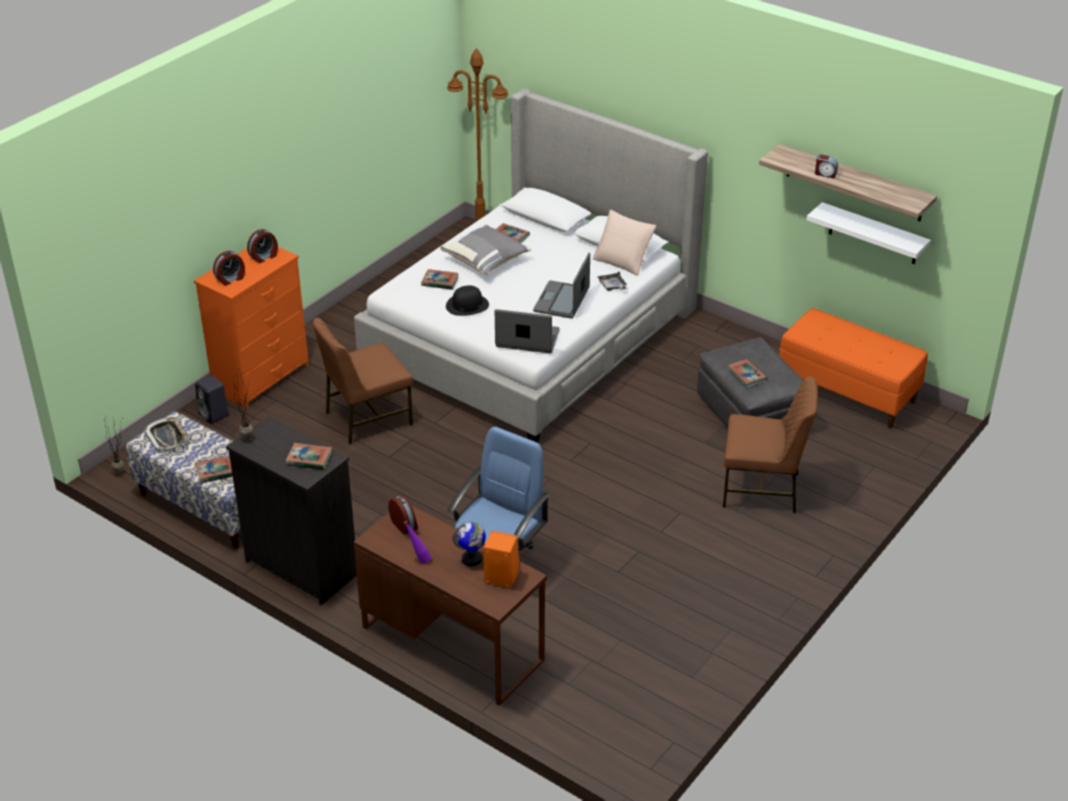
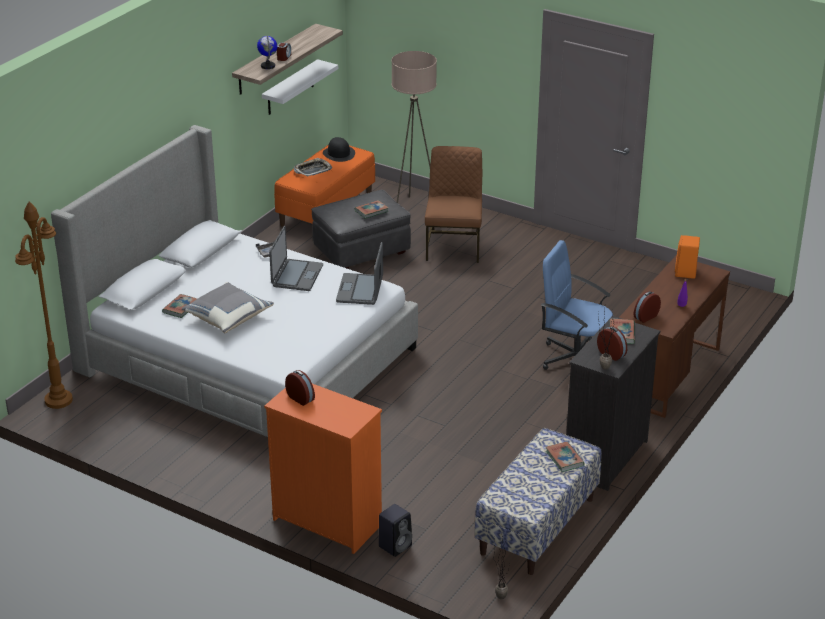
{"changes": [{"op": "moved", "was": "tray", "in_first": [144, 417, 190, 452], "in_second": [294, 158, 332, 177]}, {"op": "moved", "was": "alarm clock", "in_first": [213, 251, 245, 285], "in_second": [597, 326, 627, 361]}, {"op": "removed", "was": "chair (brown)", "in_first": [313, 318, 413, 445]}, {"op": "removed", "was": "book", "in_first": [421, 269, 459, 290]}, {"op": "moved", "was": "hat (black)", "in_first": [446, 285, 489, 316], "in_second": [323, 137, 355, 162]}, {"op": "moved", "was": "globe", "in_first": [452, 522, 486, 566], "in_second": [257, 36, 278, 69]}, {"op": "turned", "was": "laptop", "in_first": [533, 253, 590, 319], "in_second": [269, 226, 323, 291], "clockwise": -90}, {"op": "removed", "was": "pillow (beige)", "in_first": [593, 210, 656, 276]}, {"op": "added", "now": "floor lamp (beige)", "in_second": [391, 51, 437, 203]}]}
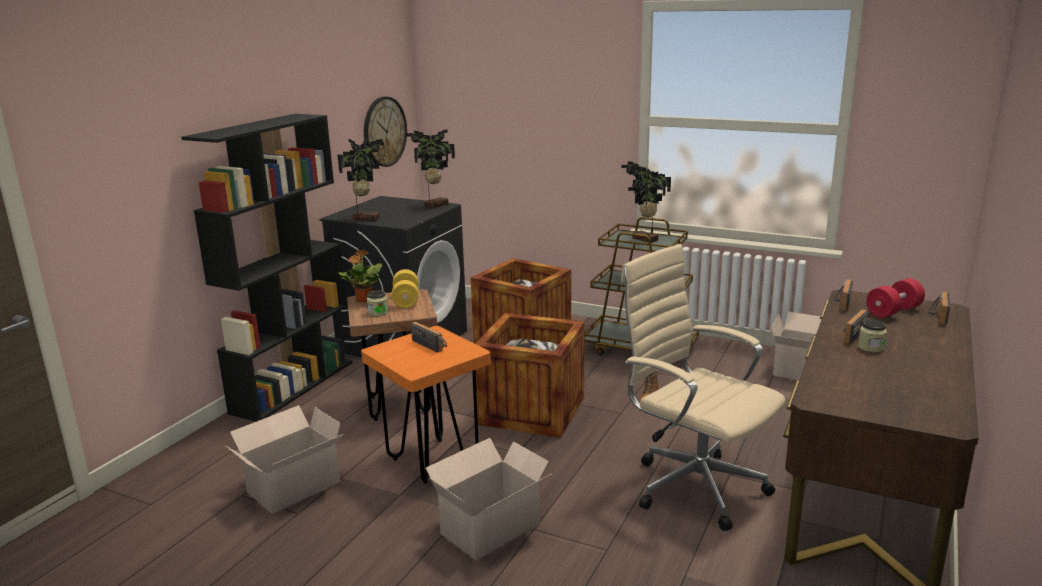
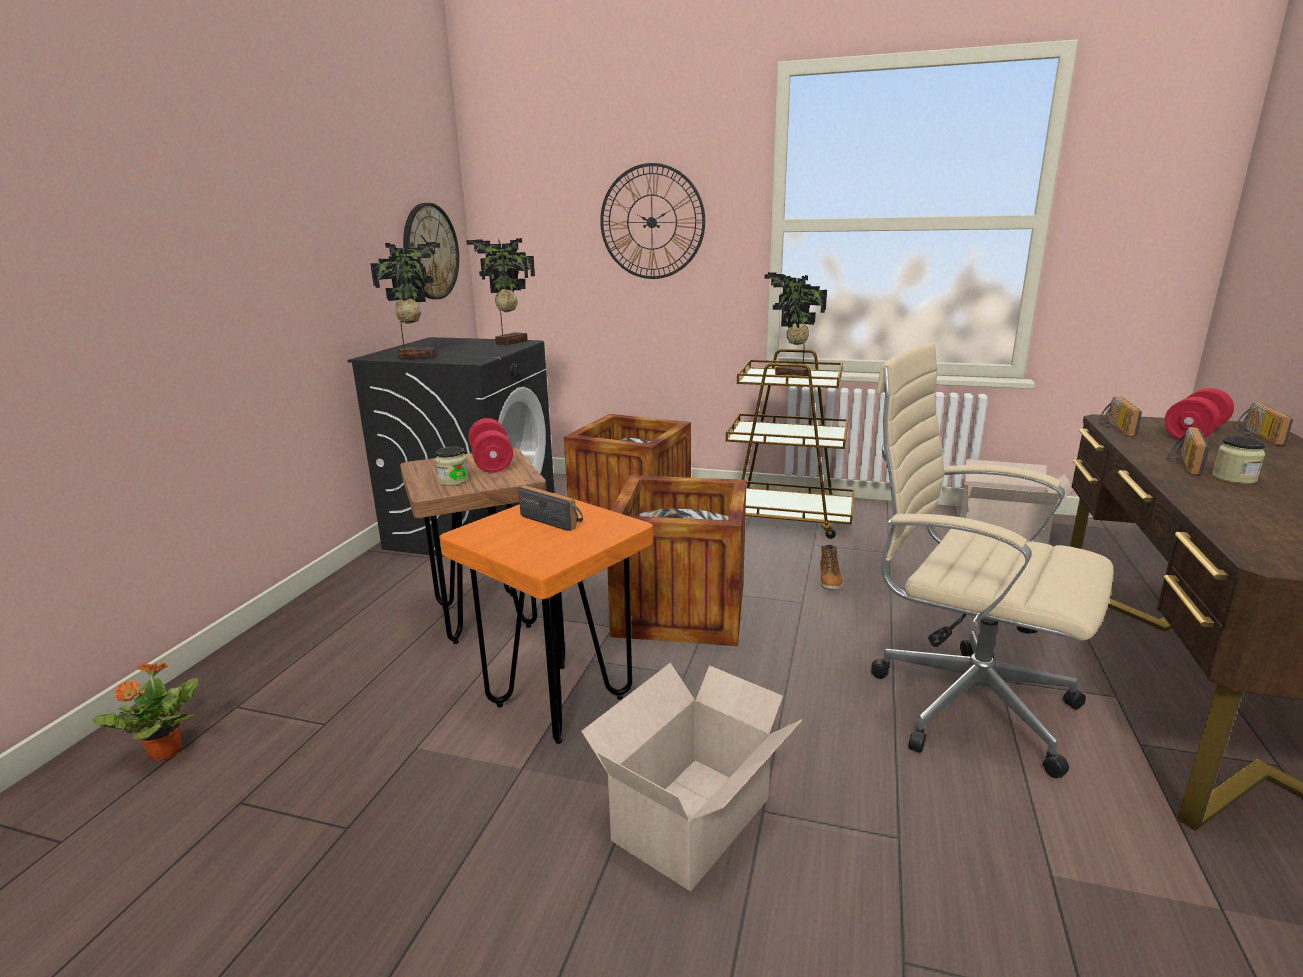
{"changes": [{"op": "removed", "was": "bookcase (black)", "in_first": [182, 114, 353, 422]}, {"op": "removed", "was": "cardboard box", "in_first": [225, 405, 343, 514]}, {"op": "moved", "was": "potted plant", "in_first": [338, 249, 382, 303], "in_second": [92, 662, 198, 761]}, {"op": "recoloured", "was": "dumbbell (yellow)", "now": "dumbbell (red)", "in_first": [392, 269, 418, 308], "in_second": [468, 418, 513, 473]}, {"op": "added", "now": "wall clock", "in_second": [600, 163, 705, 279]}]}
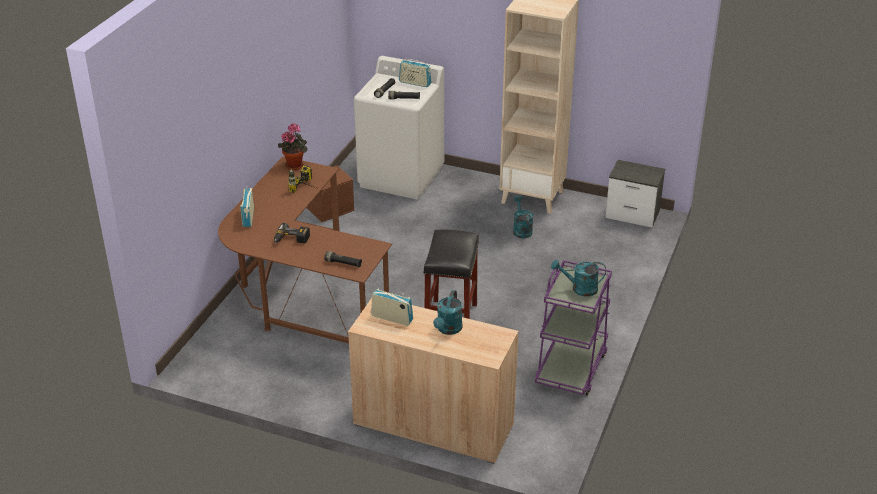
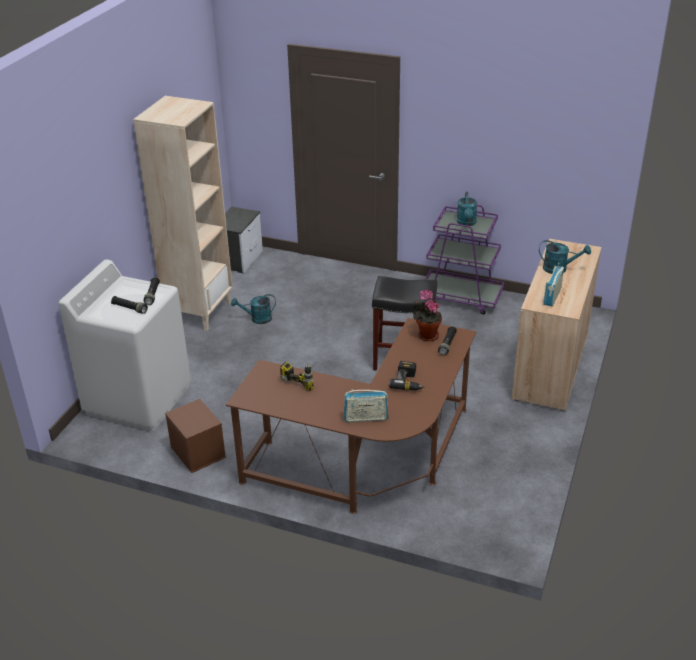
{"changes": [{"op": "moved", "was": "potted plant", "in_first": [278, 123, 308, 170], "in_second": [412, 290, 442, 341]}, {"op": "removed", "was": "radio", "in_first": [399, 57, 431, 87]}]}
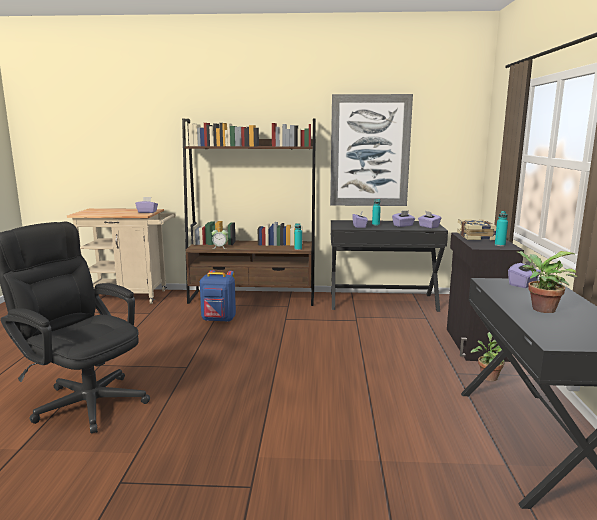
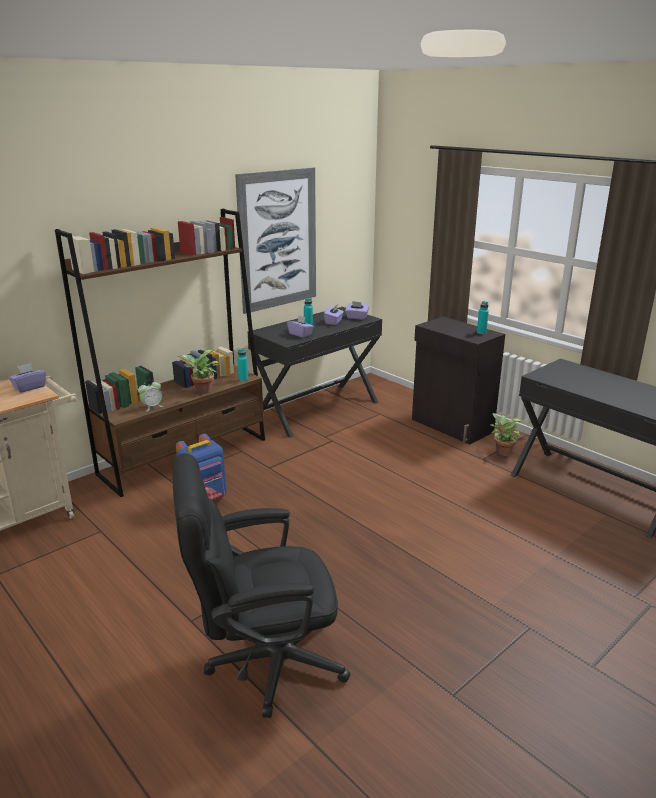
{"changes": [{"op": "removed", "was": "book", "in_first": [457, 219, 496, 240]}, {"op": "removed", "was": "tissue box (purple)", "in_first": [508, 261, 541, 288]}, {"op": "moved", "was": "potted plant", "in_first": [517, 251, 578, 313], "in_second": [178, 350, 220, 394]}]}
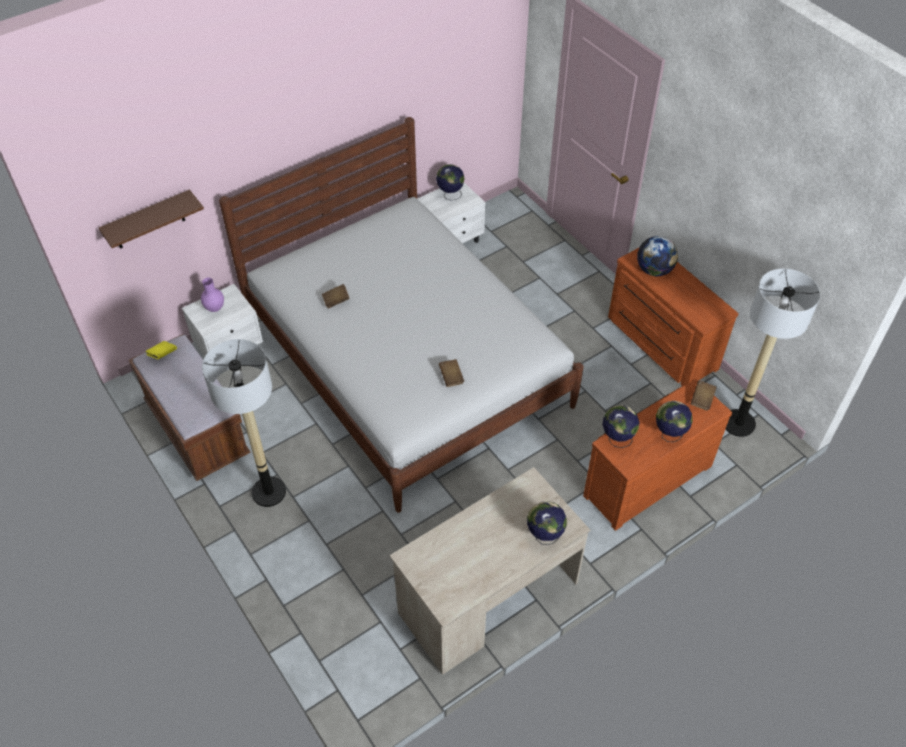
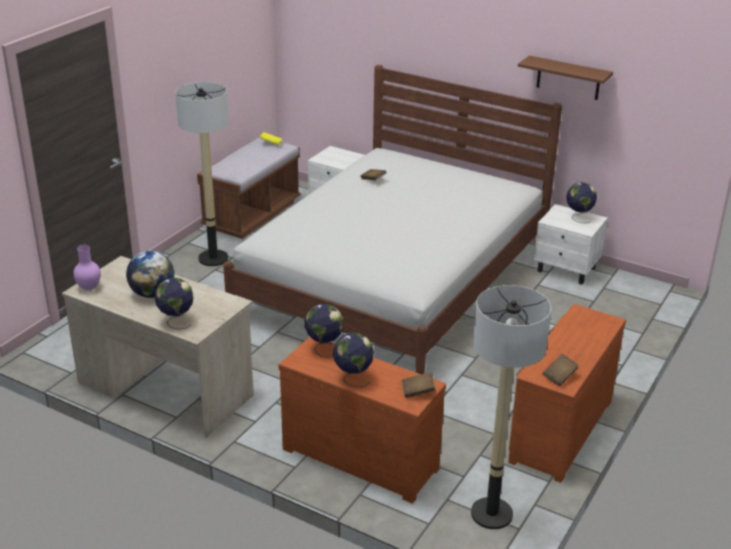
{"changes": [{"op": "moved", "was": "shelf (brown)", "in_first": [99, 190, 204, 249], "in_second": [518, 56, 613, 100]}, {"op": "moved", "was": "vase (purple)", "in_first": [201, 278, 224, 312], "in_second": [73, 245, 101, 290]}, {"op": "moved", "was": "book (brown)", "in_first": [439, 359, 464, 387], "in_second": [543, 354, 579, 386]}, {"op": "moved", "was": "globe", "in_first": [637, 236, 678, 276], "in_second": [126, 251, 174, 298]}]}
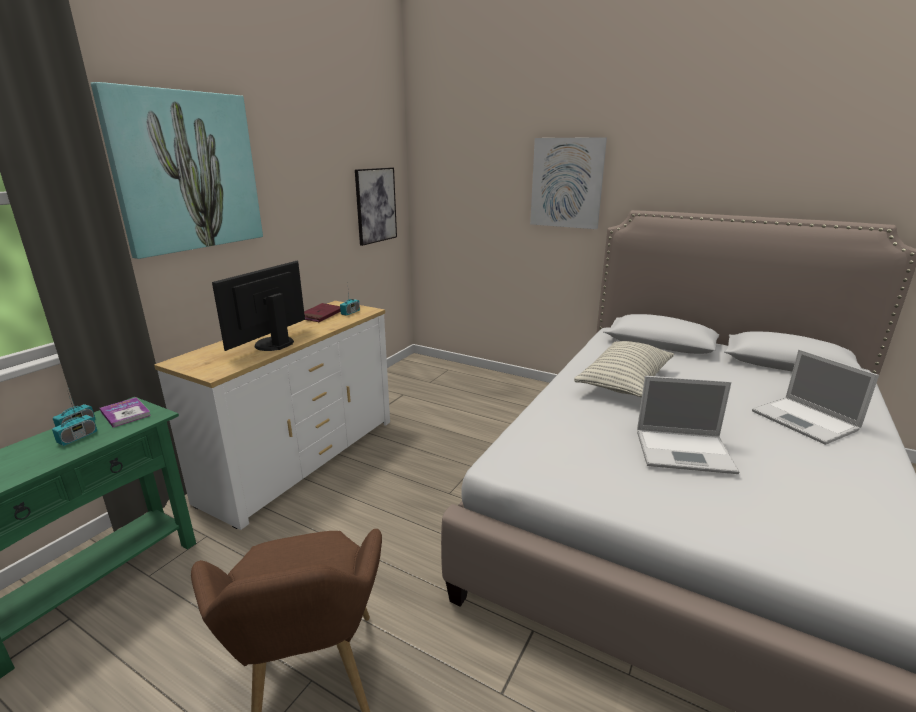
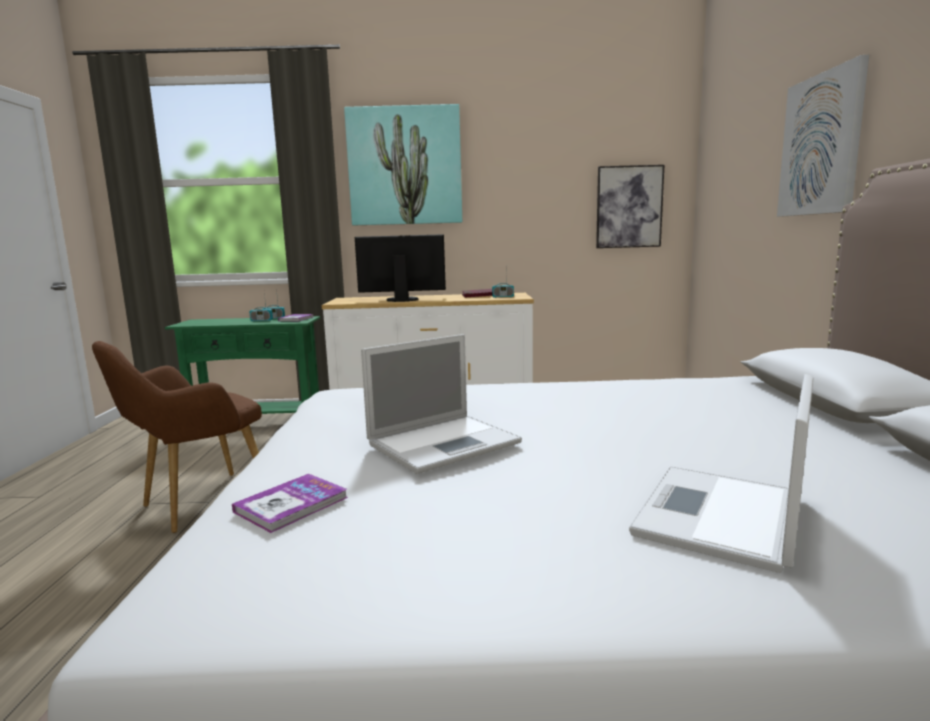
{"changes": [{"op": "removed", "was": "pillow", "in_first": [574, 341, 674, 397]}, {"op": "turned", "was": "laptop", "in_first": [637, 376, 739, 474], "in_second": [361, 334, 522, 474], "clockwise": -105}, {"op": "added", "now": "book", "in_second": [232, 474, 348, 533]}]}
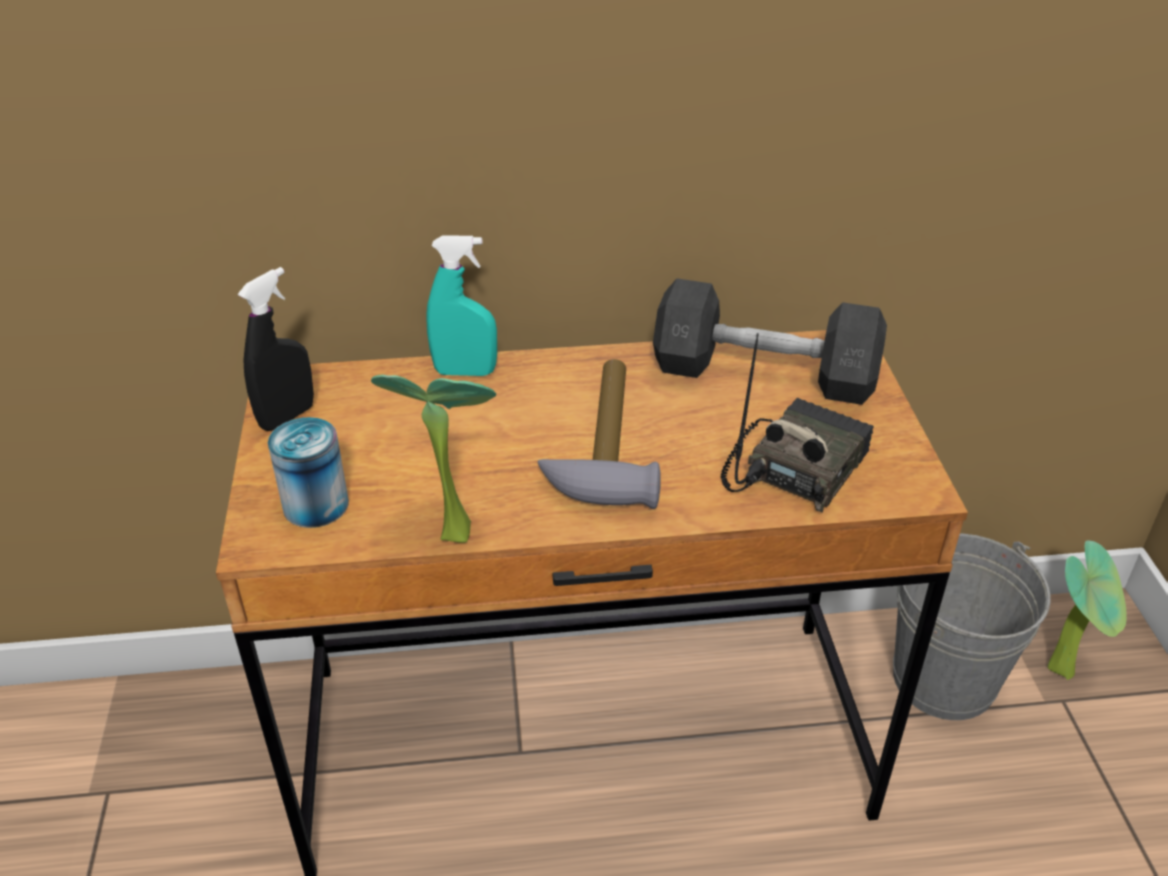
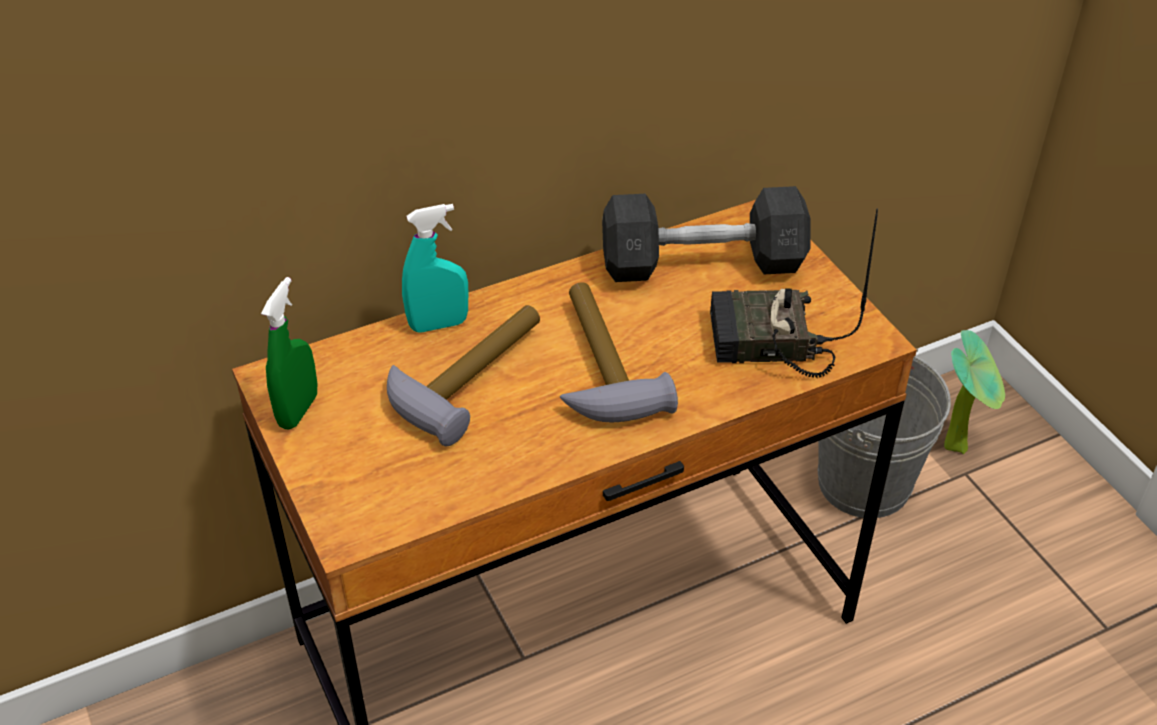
{"changes": [{"op": "recoloured", "was": "spray bottle (black)", "now": "spray bottle (green)", "in_first": [238, 267, 314, 431], "in_second": [261, 277, 317, 429]}, {"op": "removed", "was": "can", "in_first": [268, 417, 349, 528]}, {"op": "removed", "was": "potted plant", "in_first": [371, 375, 496, 543]}, {"op": "turned", "was": "radio", "in_first": [721, 333, 874, 512], "in_second": [710, 209, 878, 378], "clockwise": -105}, {"op": "added", "now": "hammer", "in_second": [387, 305, 540, 447]}]}
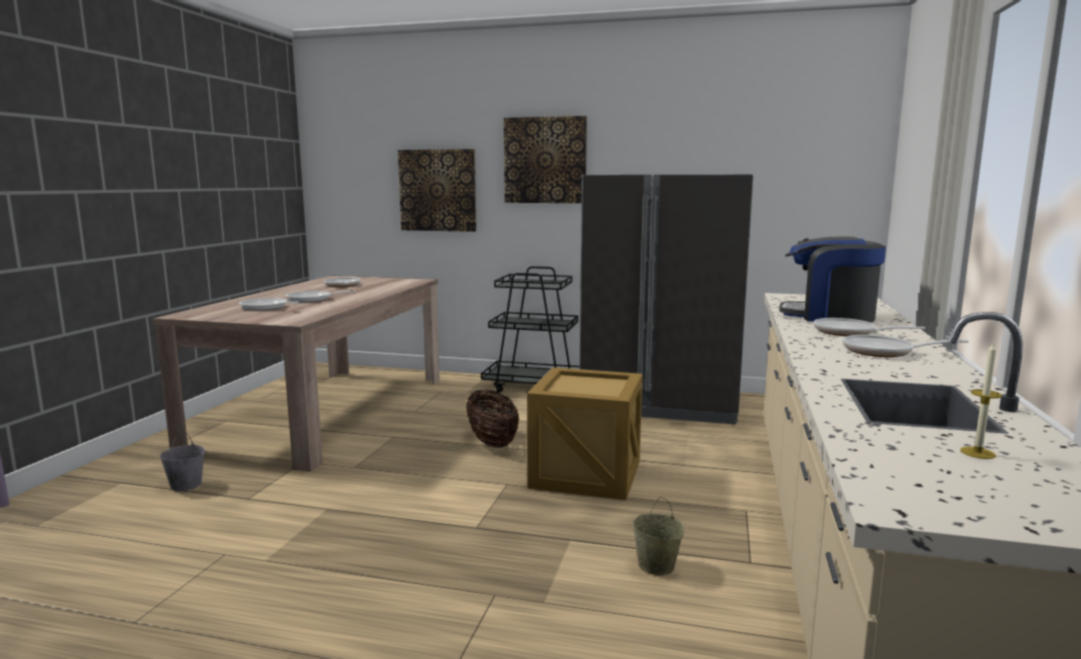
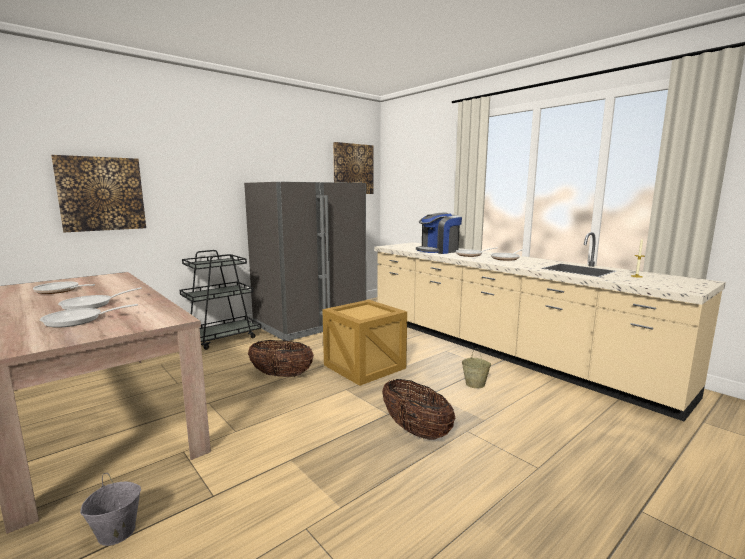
{"changes": [{"op": "moved", "was": "picture", "in_first": [504, 116, 587, 203], "in_second": [333, 142, 374, 194]}, {"op": "added", "now": "basket", "in_second": [382, 379, 455, 440]}]}
